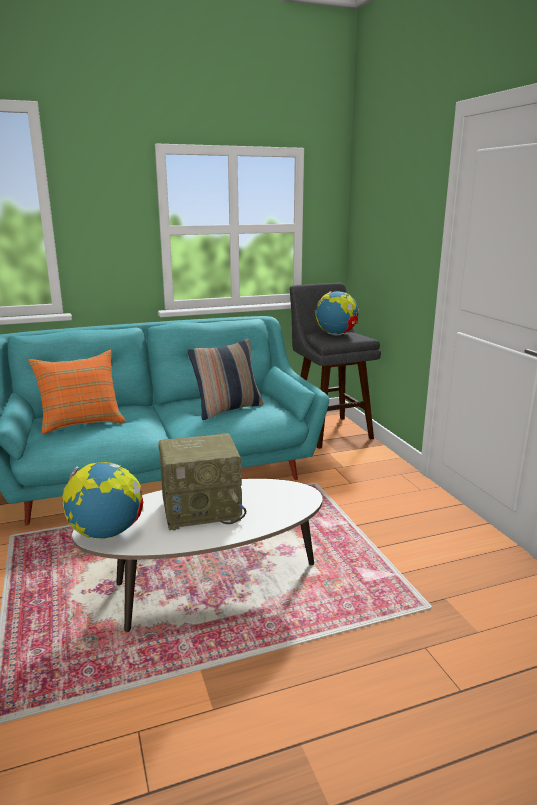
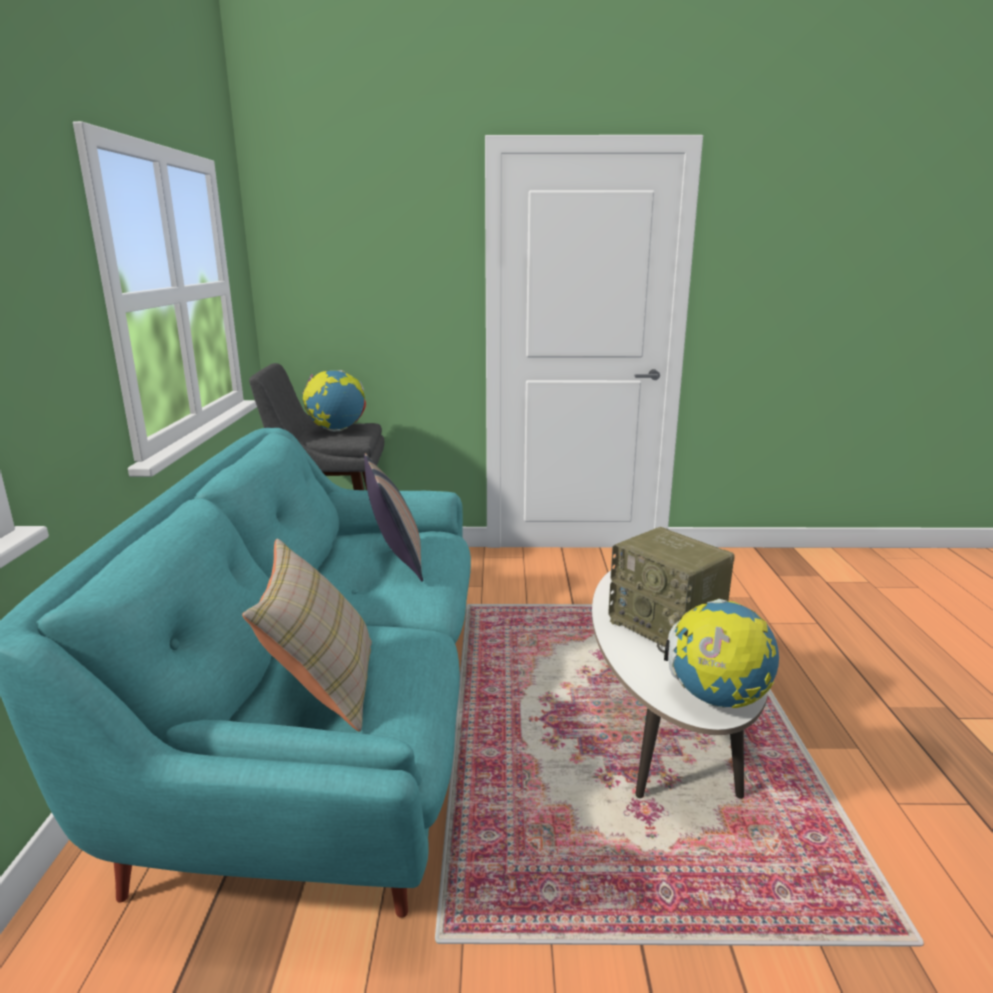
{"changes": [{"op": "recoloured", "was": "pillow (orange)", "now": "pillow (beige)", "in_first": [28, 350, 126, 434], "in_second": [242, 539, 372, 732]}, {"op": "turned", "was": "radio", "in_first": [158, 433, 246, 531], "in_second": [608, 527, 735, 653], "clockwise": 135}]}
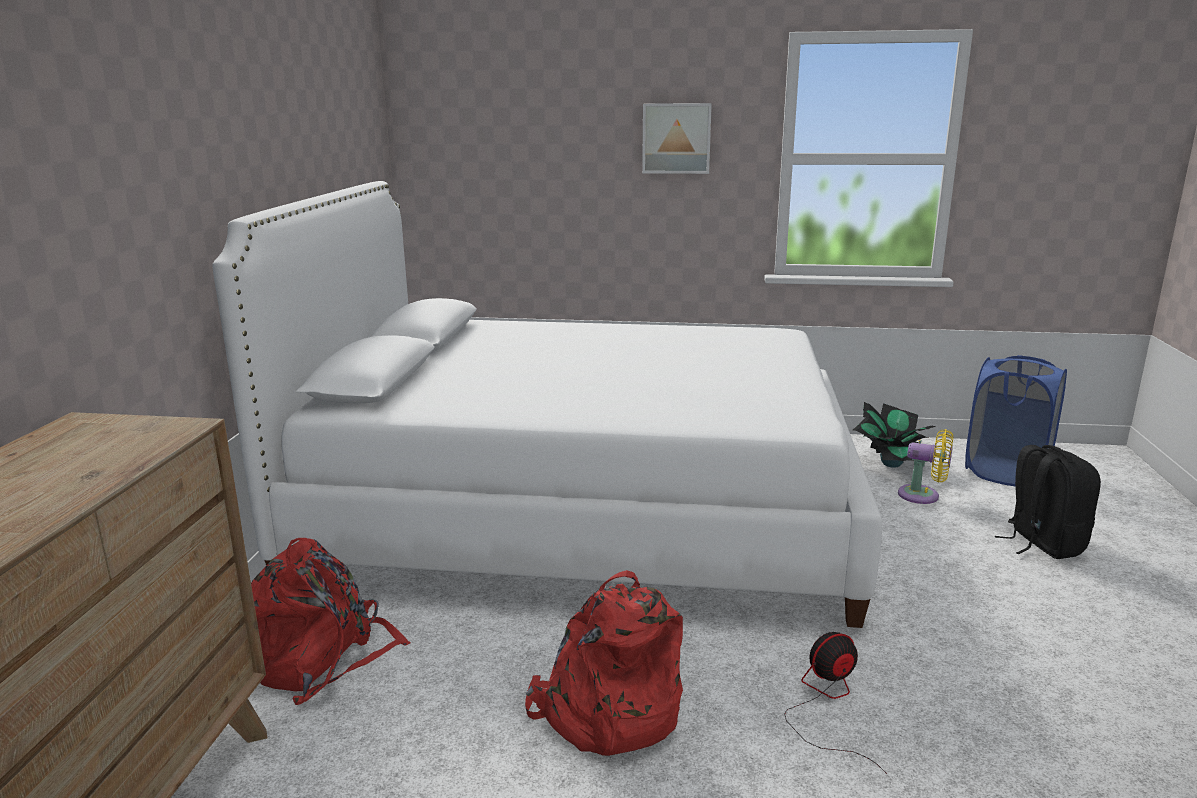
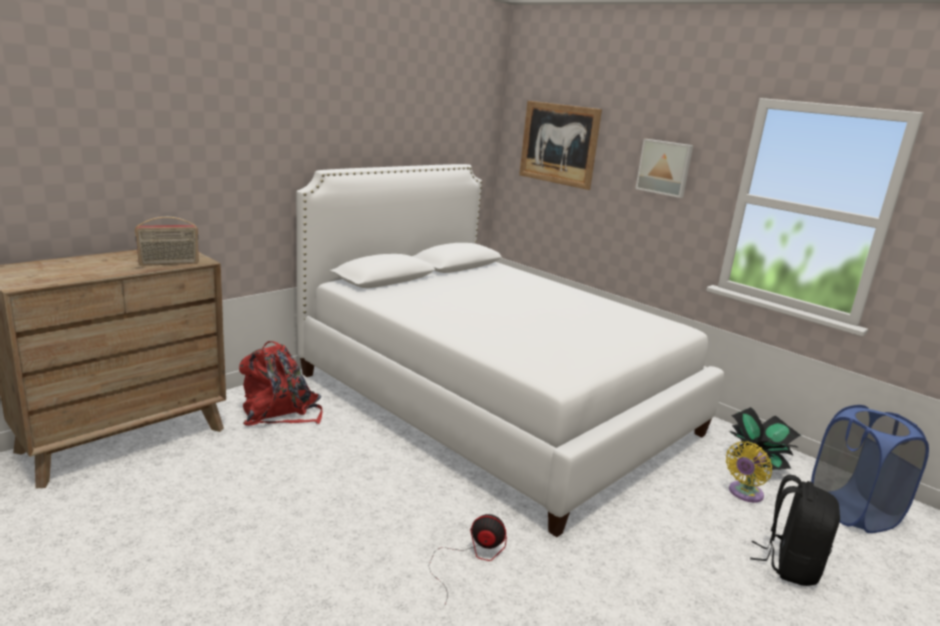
{"changes": [{"op": "removed", "was": "backpack (red)", "in_first": [525, 570, 683, 756]}, {"op": "turned", "was": "fan (yellow)", "in_first": [898, 429, 953, 504], "in_second": [726, 441, 772, 503], "clockwise": 75}, {"op": "added", "now": "radio", "in_second": [135, 217, 199, 266]}, {"op": "added", "now": "picture", "in_second": [519, 101, 602, 190]}]}
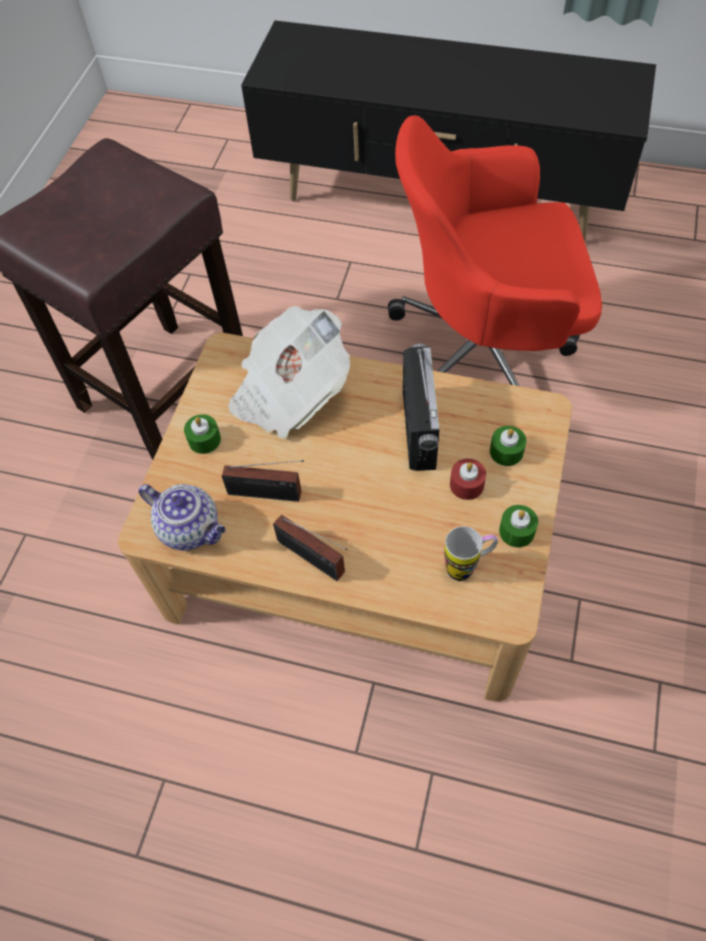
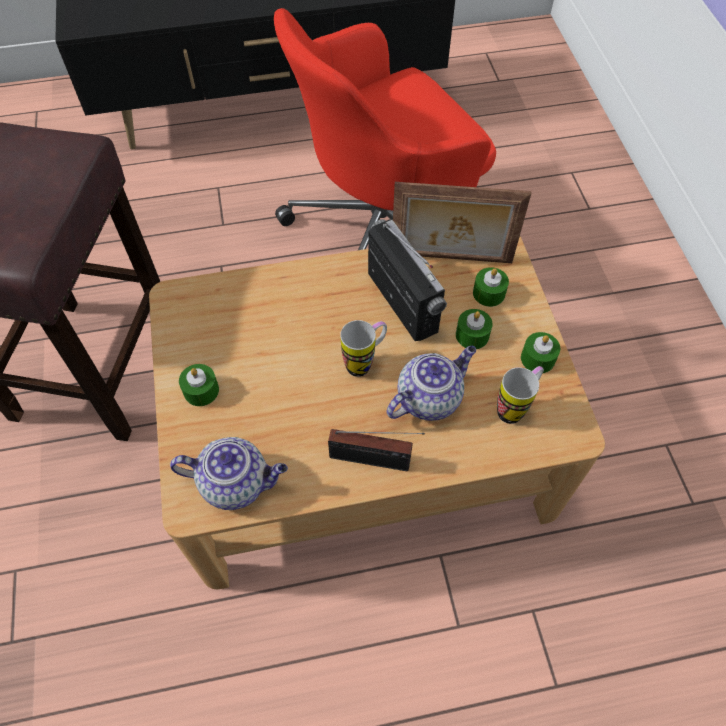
{"changes": [{"op": "removed", "was": "radio", "in_first": [222, 460, 304, 502]}, {"op": "removed", "was": "newspaper", "in_first": [228, 306, 350, 439]}, {"op": "recoloured", "was": "candle (red)", "now": "candle (green)", "in_first": [450, 459, 486, 500], "in_second": [456, 309, 493, 349]}, {"op": "added", "now": "mug", "in_second": [340, 320, 387, 377]}, {"op": "added", "now": "teapot", "in_second": [387, 346, 476, 421]}, {"op": "added", "now": "picture frame", "in_second": [393, 182, 531, 263]}]}
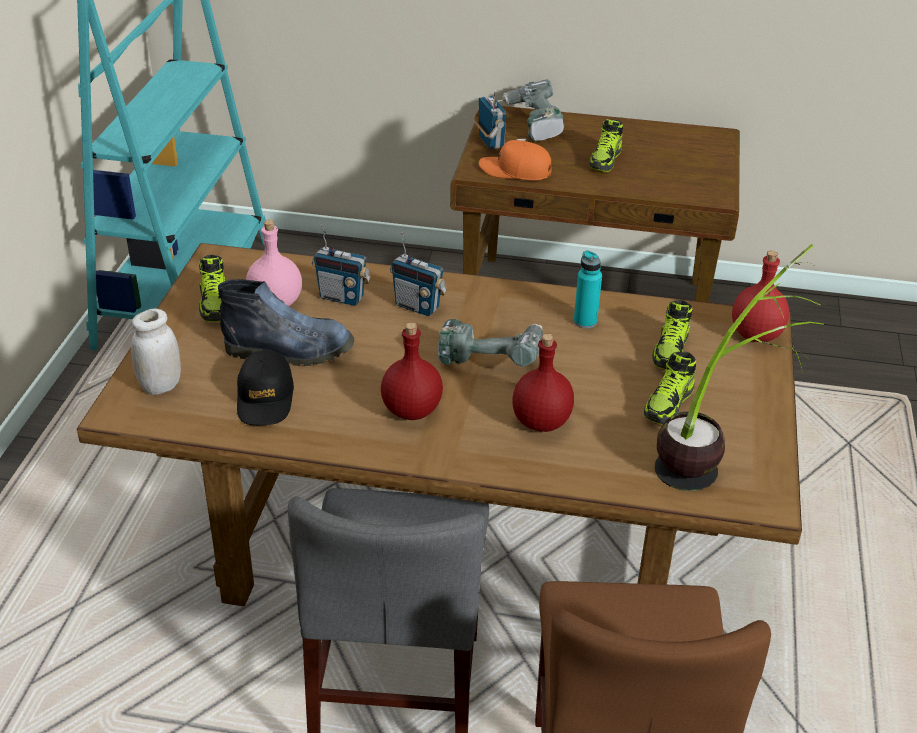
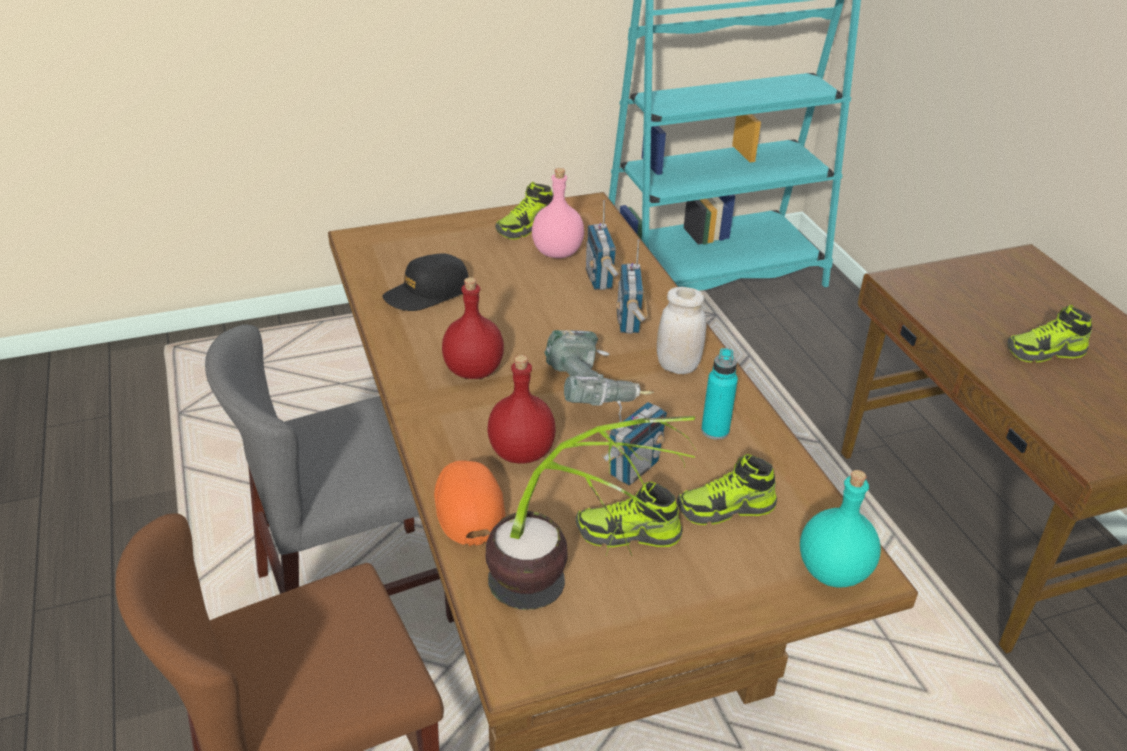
{"changes": [{"op": "moved", "was": "jar (white)", "in_first": [131, 309, 181, 395], "in_second": [657, 287, 706, 374]}, {"op": "removed", "was": "boot", "in_first": [218, 279, 354, 366]}, {"op": "moved", "was": "radio", "in_first": [473, 90, 506, 149], "in_second": [602, 401, 667, 485]}, {"op": "moved", "was": "cap (orange)", "in_first": [479, 140, 552, 181], "in_second": [434, 460, 505, 546]}, {"op": "removed", "was": "power drill", "in_first": [497, 80, 565, 141]}, {"op": "recoloured", "was": "bottle (red)", "now": "bottle (turquoise)", "in_first": [732, 250, 789, 342], "in_second": [800, 470, 881, 587]}]}
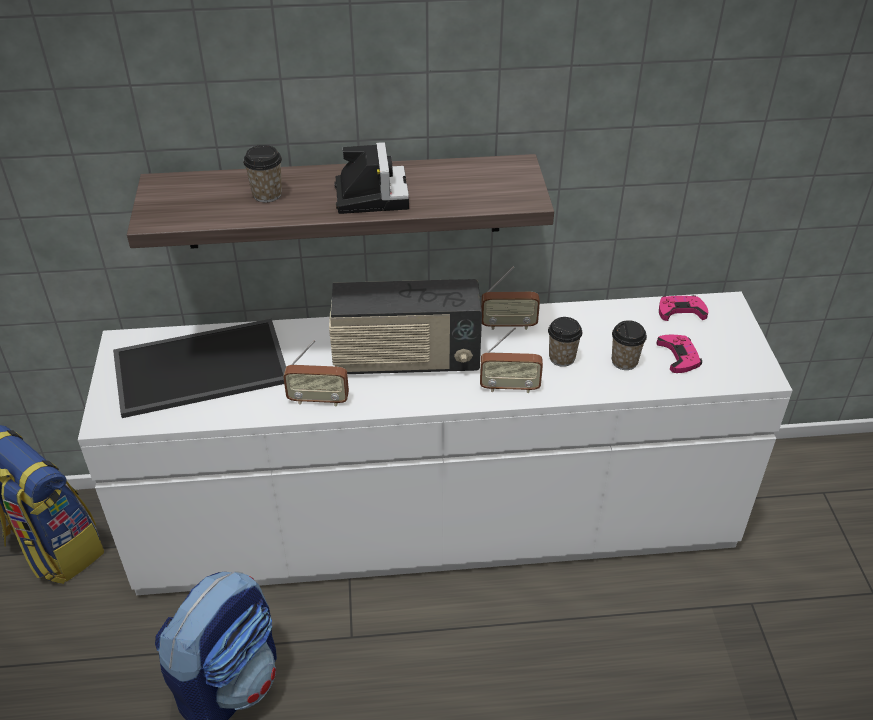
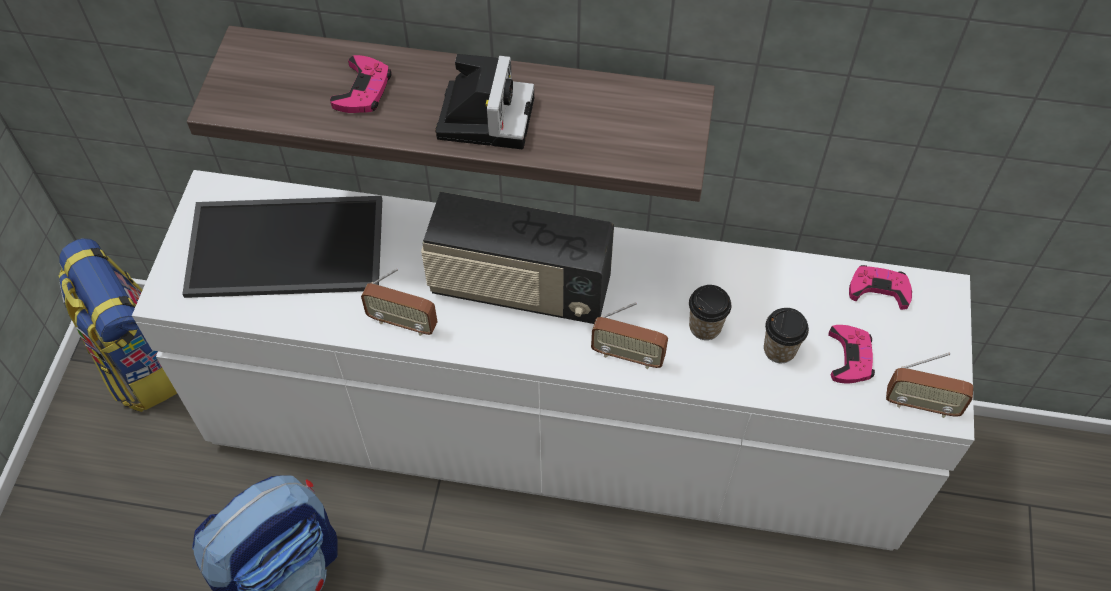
{"changes": [{"op": "replaced", "was": "cup", "now": "game controller (pink)", "in_first": [243, 145, 282, 203], "in_second": [330, 55, 392, 113]}, {"op": "moved", "was": "radio", "in_first": [481, 267, 540, 330], "in_second": [886, 352, 973, 418]}]}
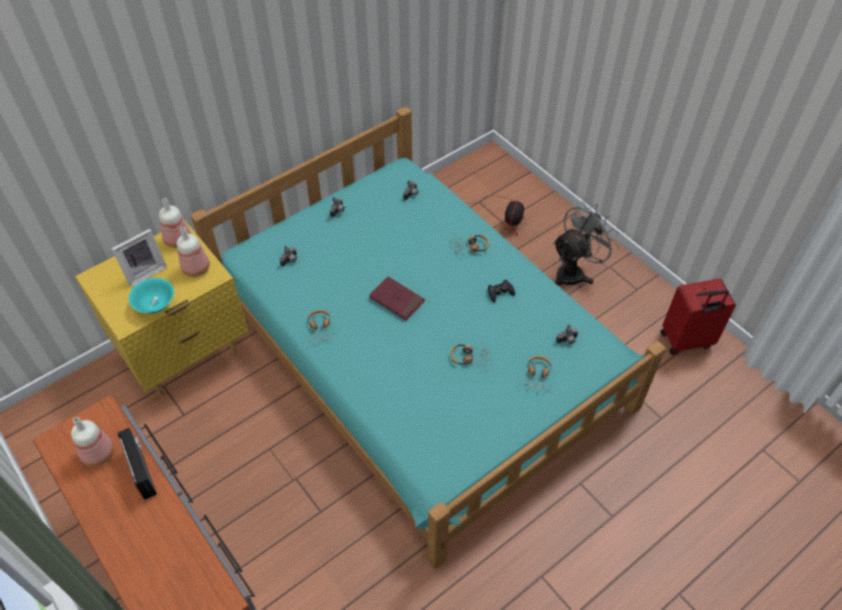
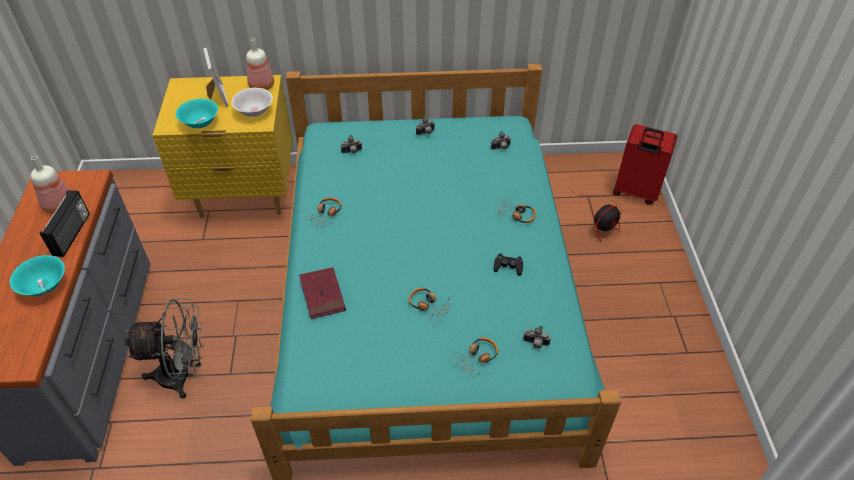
{"changes": [{"op": "turned", "was": "picture frame", "in_first": [111, 229, 167, 287], "in_second": [203, 47, 229, 107], "clockwise": -105}, {"op": "replaced", "was": "bottle", "now": "bowl (white)", "in_first": [177, 227, 210, 277], "in_second": [231, 88, 273, 117]}, {"op": "moved", "was": "book (red)", "in_first": [369, 277, 425, 321], "in_second": [299, 267, 346, 319]}, {"op": "moved", "was": "fan (grey)", "in_first": [553, 202, 619, 285], "in_second": [125, 299, 204, 399]}, {"op": "moved", "was": "suitcase (red)", "in_first": [661, 278, 736, 355], "in_second": [613, 124, 677, 204]}, {"op": "added", "now": "bowl (turquoise)", "in_second": [10, 255, 65, 296]}]}
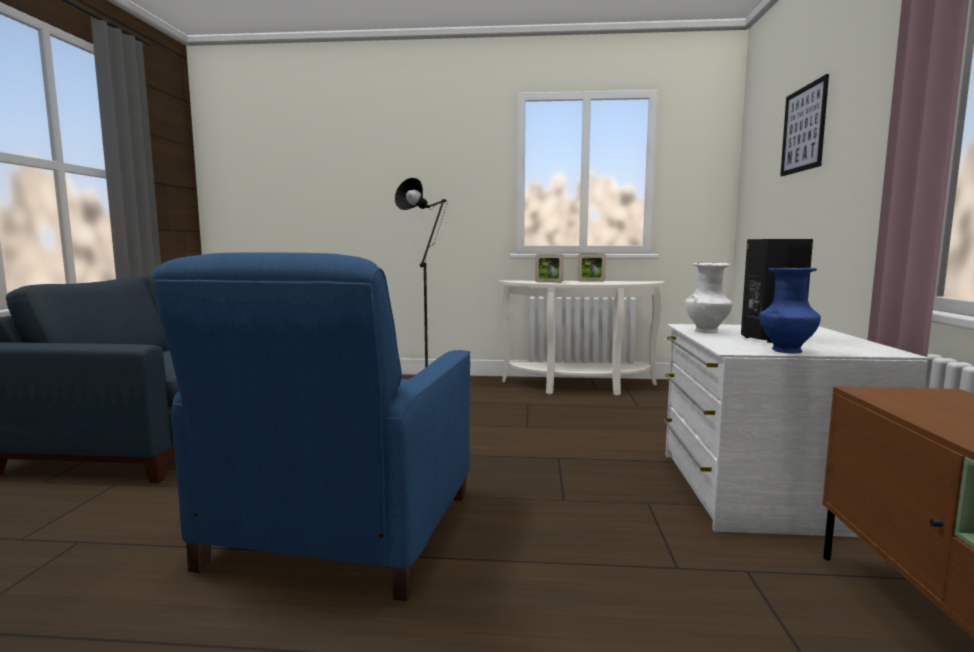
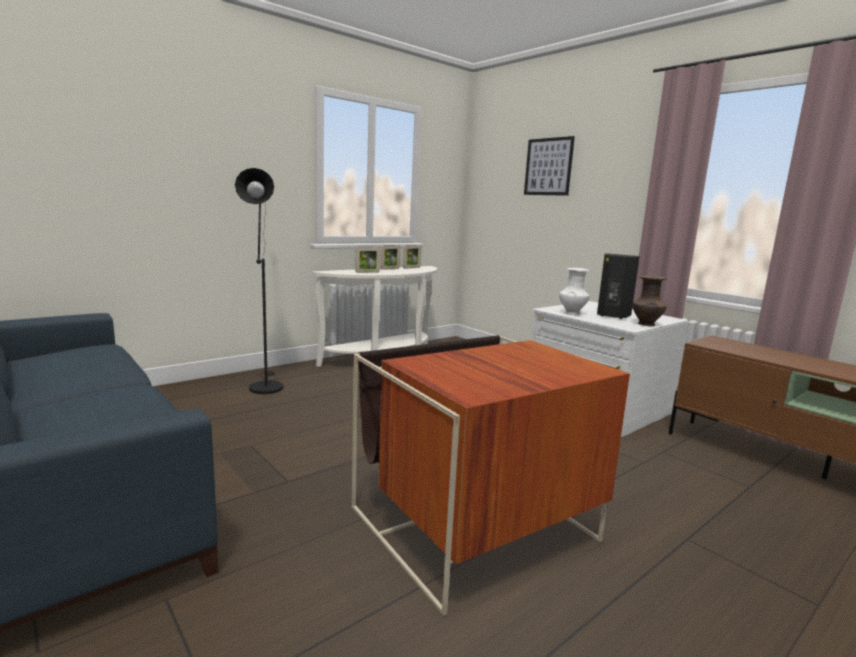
{"changes": [{"op": "replaced", "was": "armchair (blue)", "now": "side table", "in_first": [153, 252, 471, 601], "in_second": [352, 335, 630, 616]}, {"op": "recoloured", "was": "vase (blue)", "now": "vase (brown)", "in_first": [759, 268, 821, 353], "in_second": [633, 276, 667, 326]}, {"op": "added", "now": "picture frame", "in_second": [403, 245, 421, 269]}]}
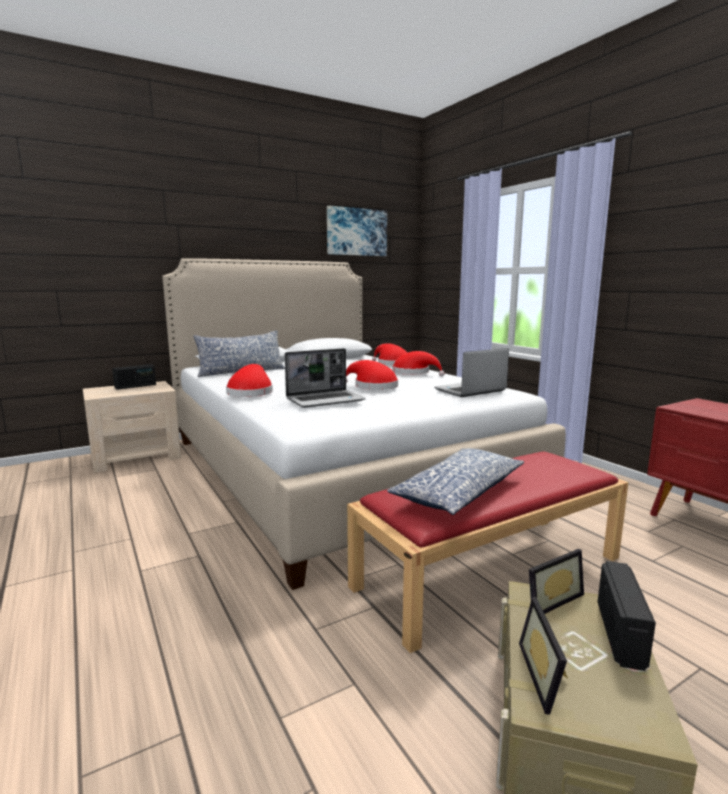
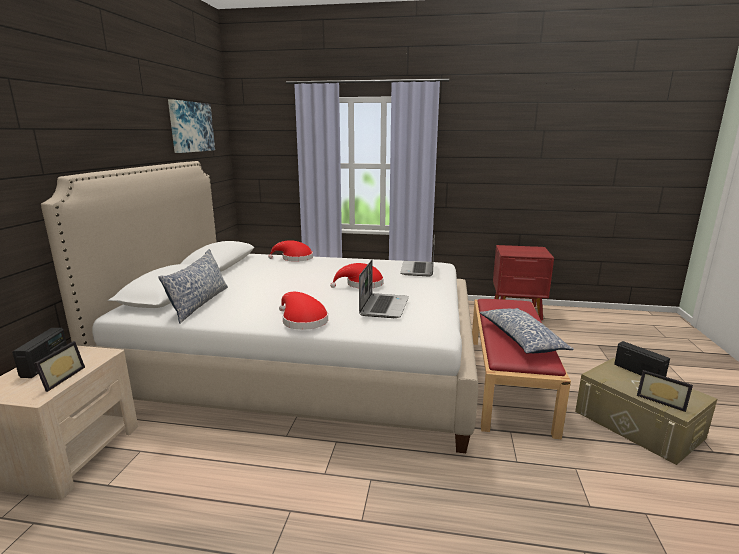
{"changes": [{"op": "removed", "was": "hat (red)", "in_first": [392, 351, 445, 376]}, {"op": "moved", "was": "picture frame", "in_first": [529, 549, 584, 614], "in_second": [34, 341, 85, 392]}]}
